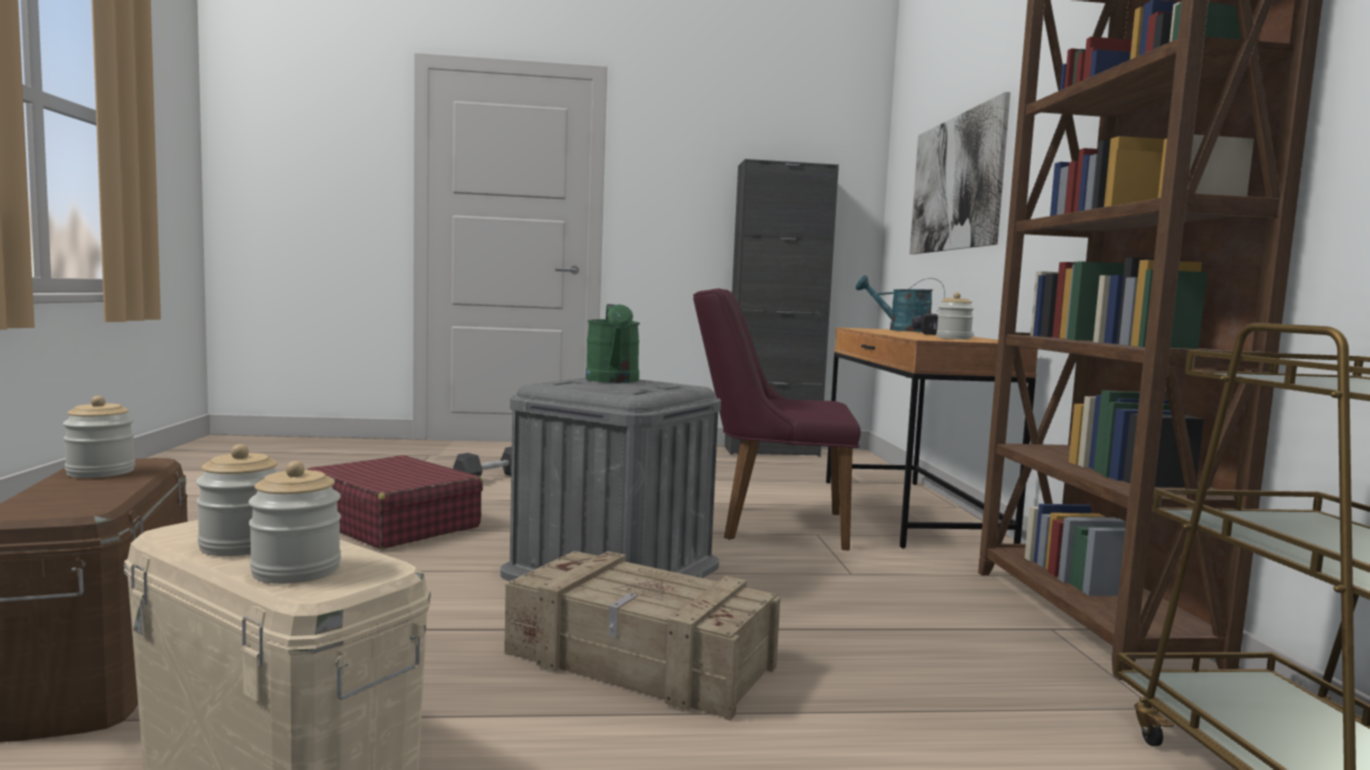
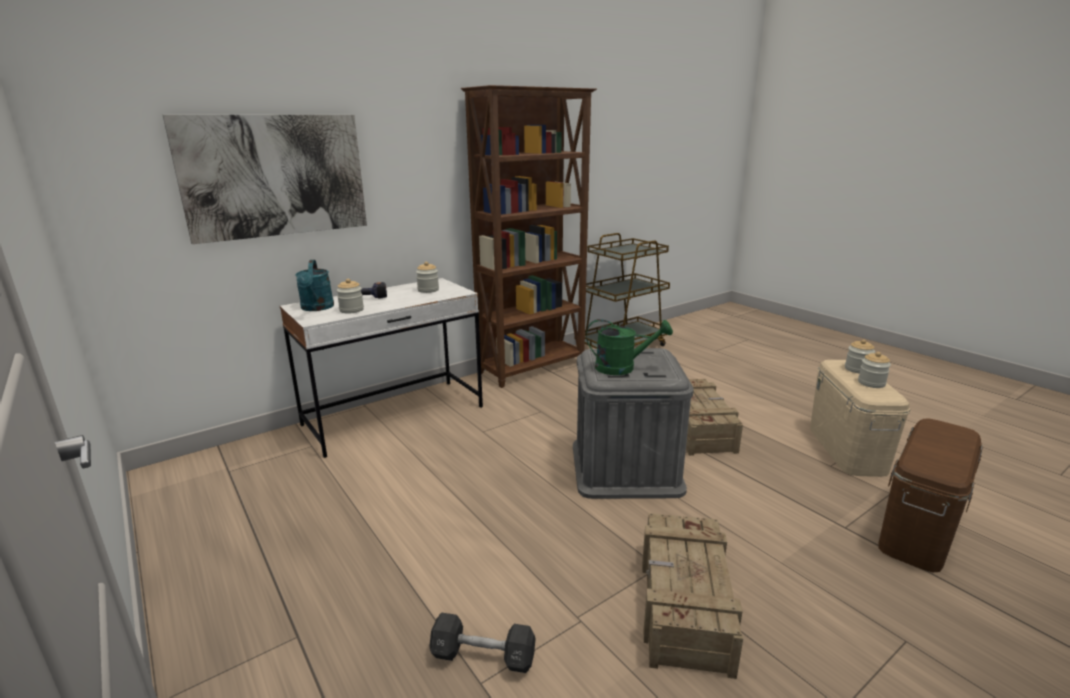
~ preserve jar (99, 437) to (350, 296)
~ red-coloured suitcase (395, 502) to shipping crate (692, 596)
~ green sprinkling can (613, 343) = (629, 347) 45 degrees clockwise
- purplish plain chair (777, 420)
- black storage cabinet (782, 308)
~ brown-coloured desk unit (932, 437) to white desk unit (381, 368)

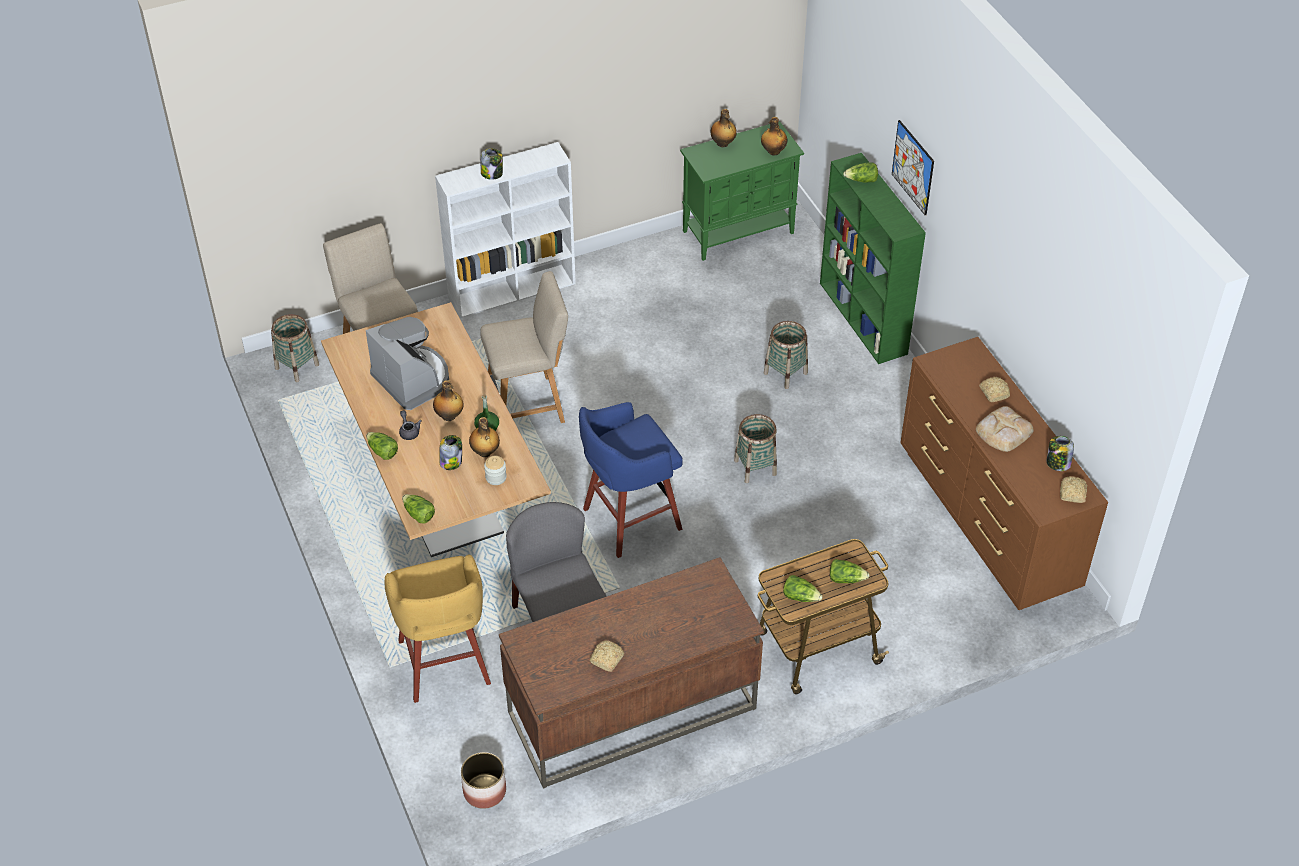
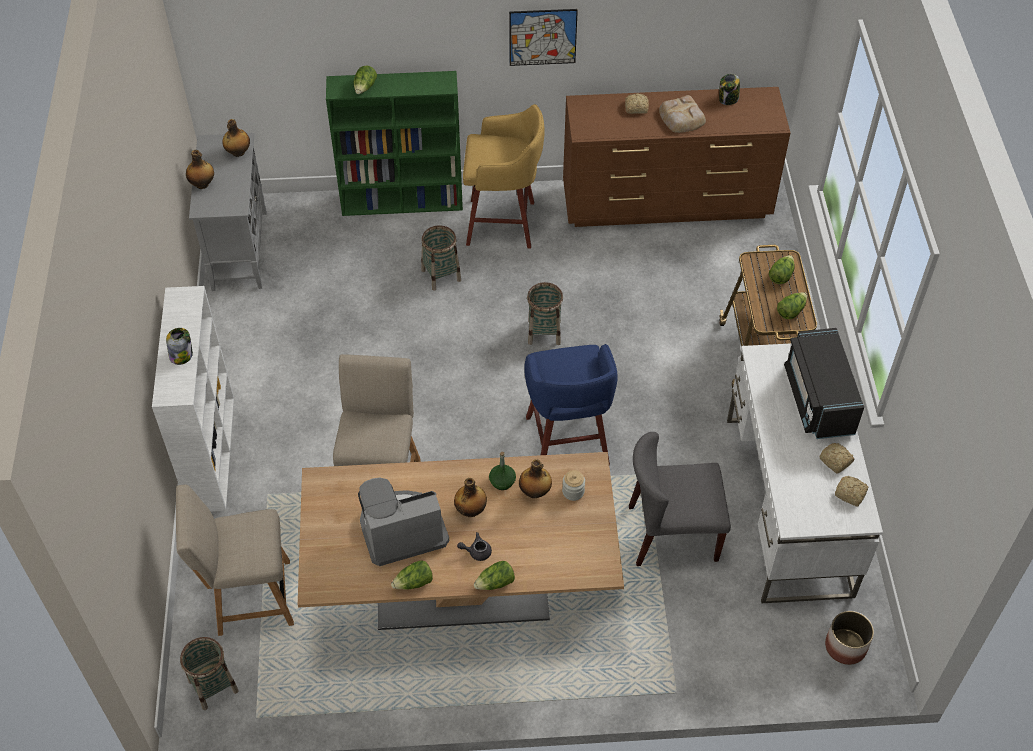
~ yellowish sitting stool (438, 628) to (504, 176)
~ lettuce (418, 508) to (412, 575)
- preserve jar (450, 452)
~ brown-coloured desk unit (631, 673) to white desk unit (805, 473)
~ green storage cabinet (742, 191) to grey storage cabinet (228, 212)
~ picture (913, 167) to (543, 37)
~ baked bread (1073, 489) to (851, 491)
+ black kitchen microwave (824, 383)

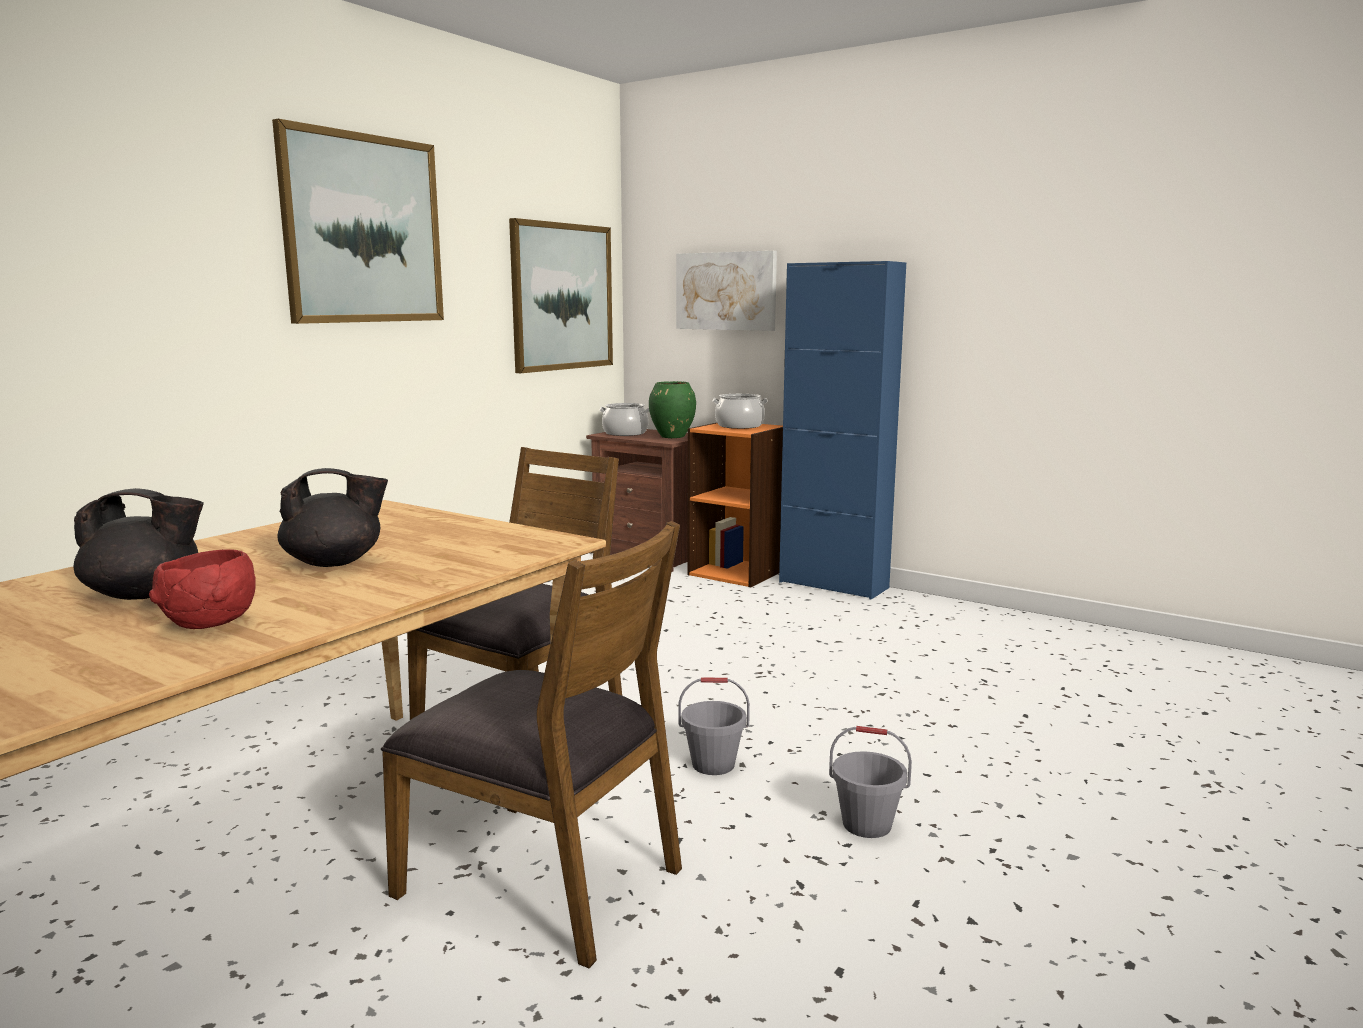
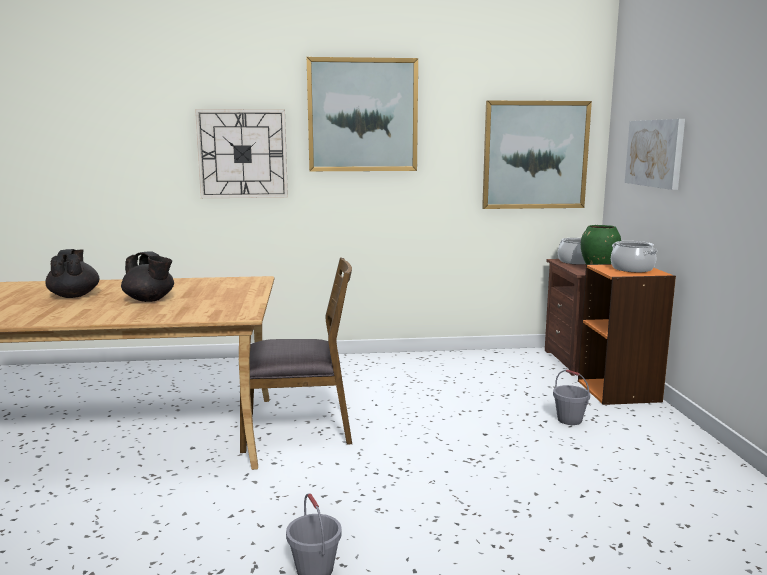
~ black pot for tea (138, 544) = (72, 273) 150 degrees counterclockwise
- red-coloured bowl (202, 589)
- brown-coloured plain chair (531, 744)
~ grey bucket (714, 726) to (571, 397)
- blue-coloured storage cabinet (842, 430)
+ hanging clock (241, 153)

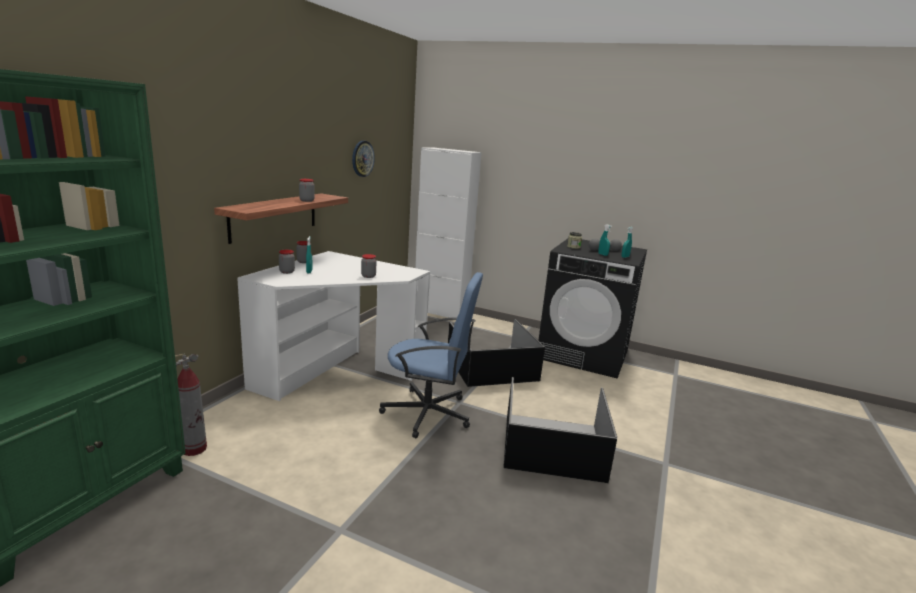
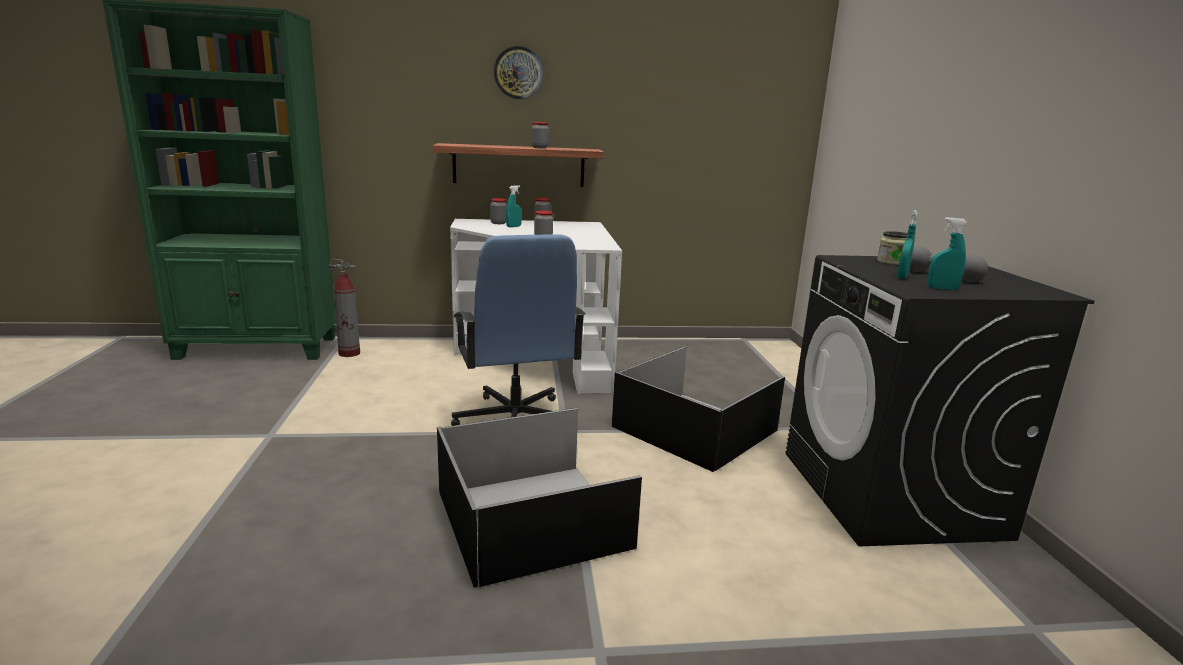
~ hanging clock (363, 159) to (519, 72)
- white storage cabinet (448, 232)

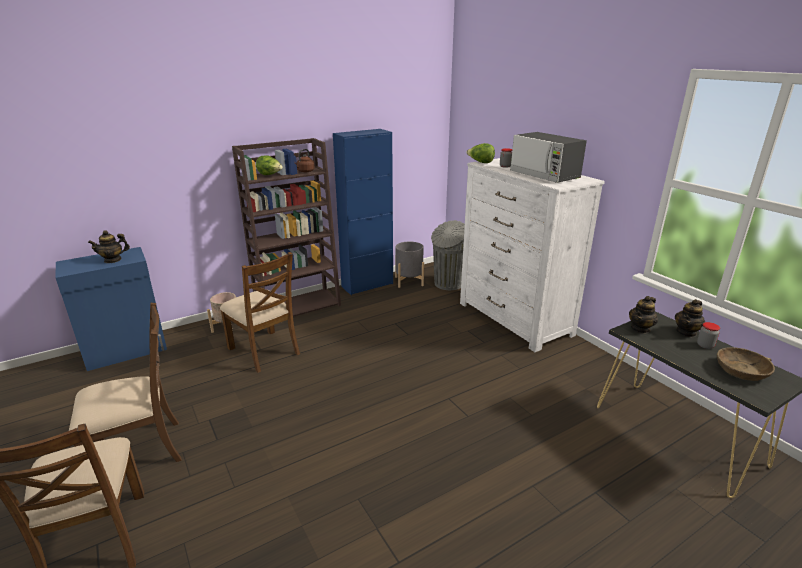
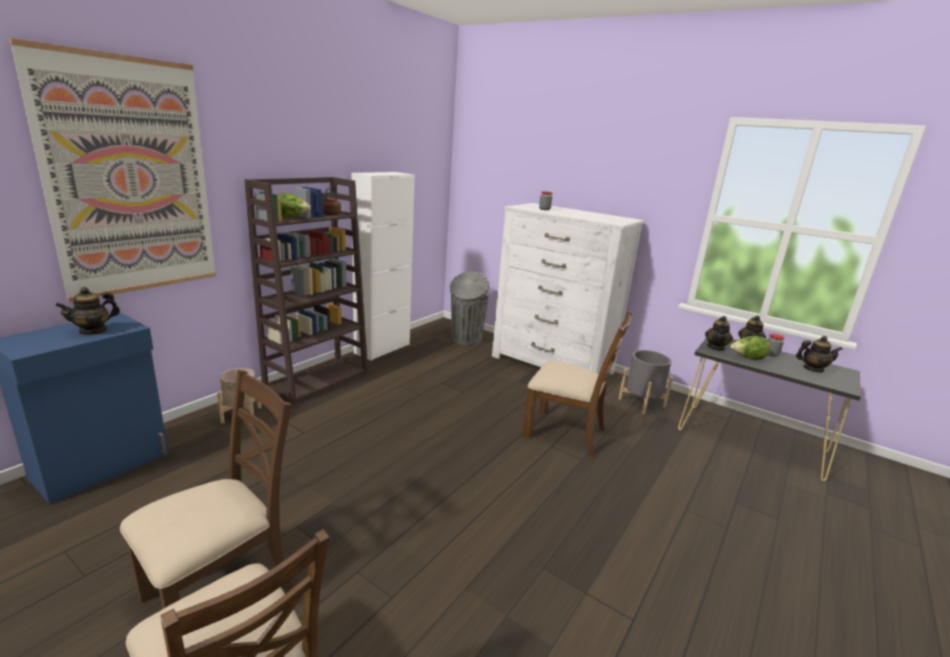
~ brown-coloured plain chair (260, 312) to (578, 384)
~ blue-coloured storage cabinet (363, 212) to white storage cabinet (383, 266)
~ grey plant pot (409, 265) to (646, 382)
~ lettuce (481, 153) to (750, 348)
- kitchen microwave (548, 157)
~ brown-coloured bowl (746, 364) to pot for tea (819, 354)
+ picture (112, 170)

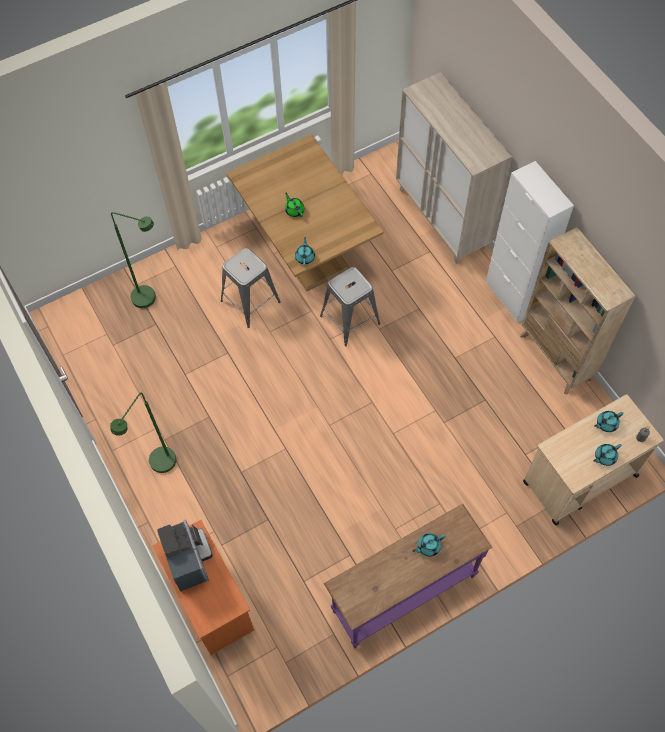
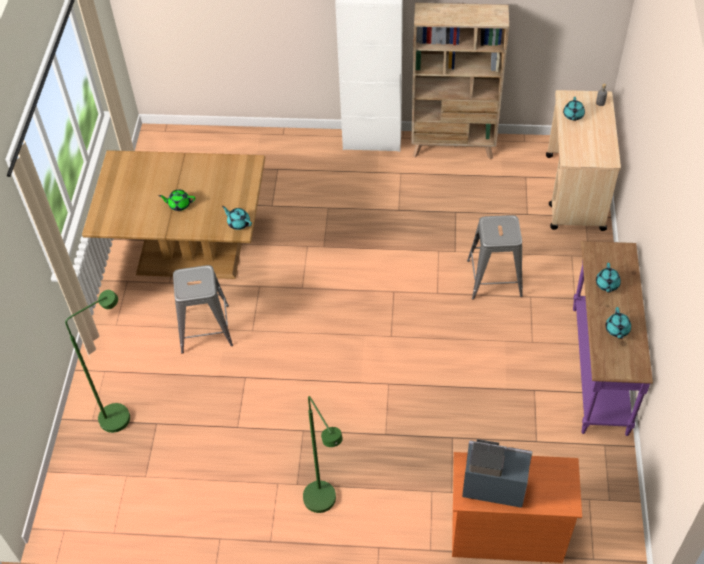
~ grey sitting stool (350, 306) to (495, 257)
- sand-coloured storage cabinet (454, 168)
~ turquoise-coloured pot for tea (607, 455) to (618, 323)

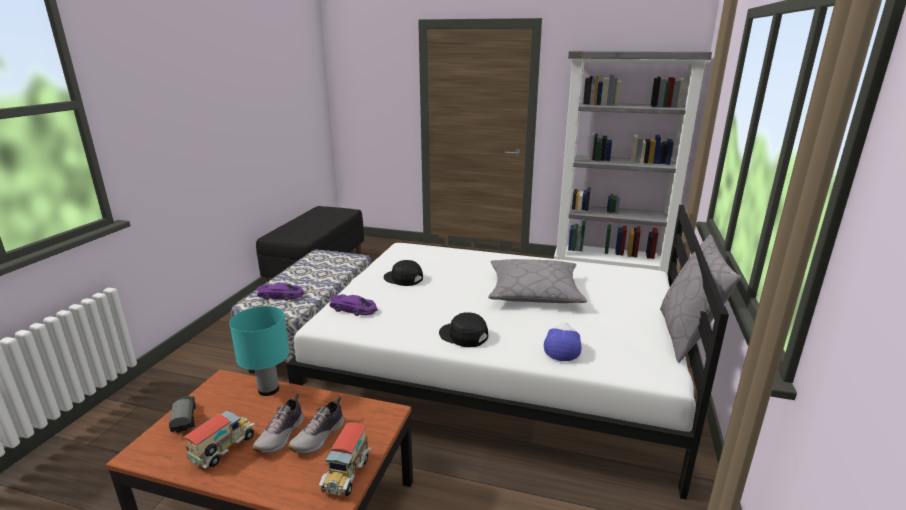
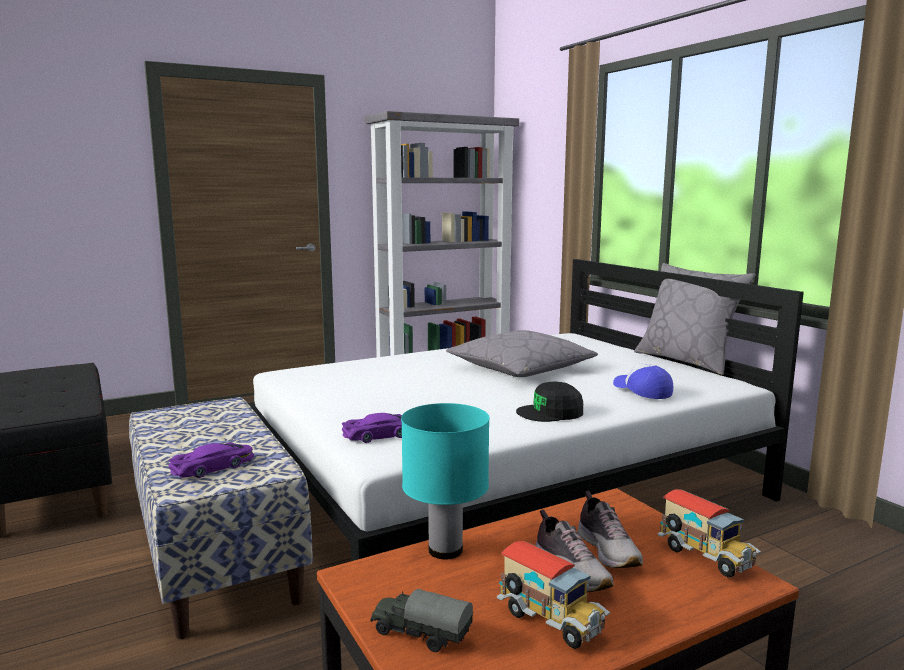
~ model truck (219, 440) = (553, 595) 150 degrees clockwise
- black peaked cap (403, 273)

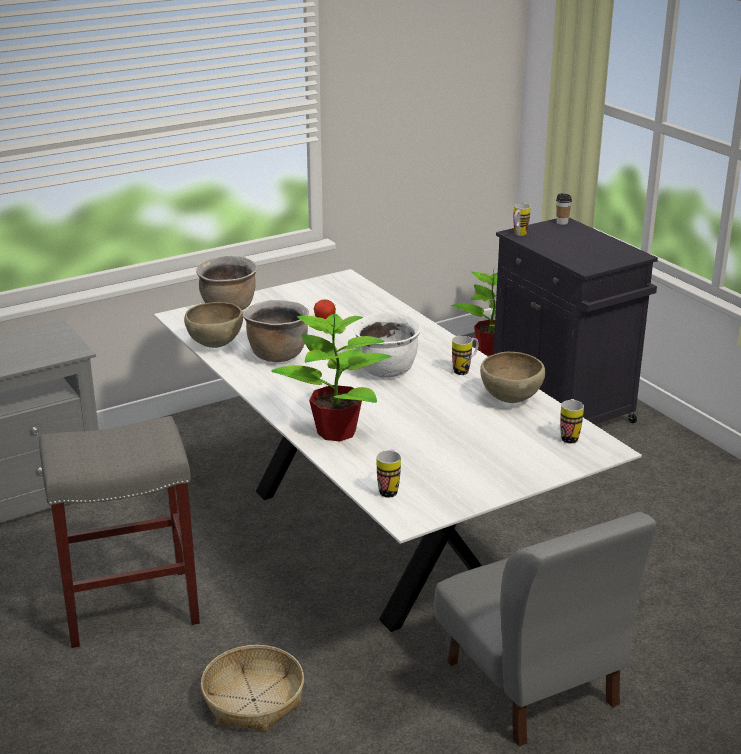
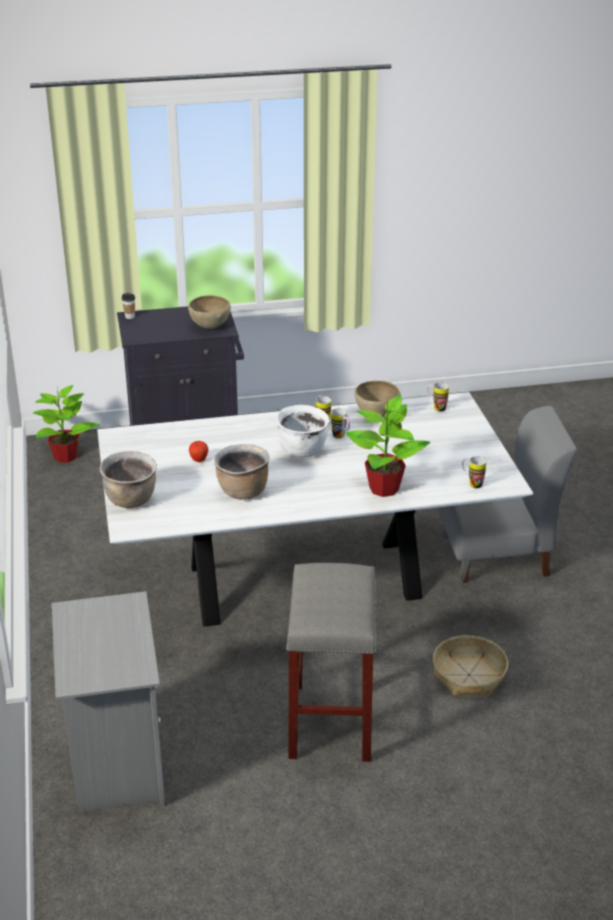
~ brown-coloured bowl (213, 325) to (209, 312)
~ mug (522, 219) to (340, 423)

